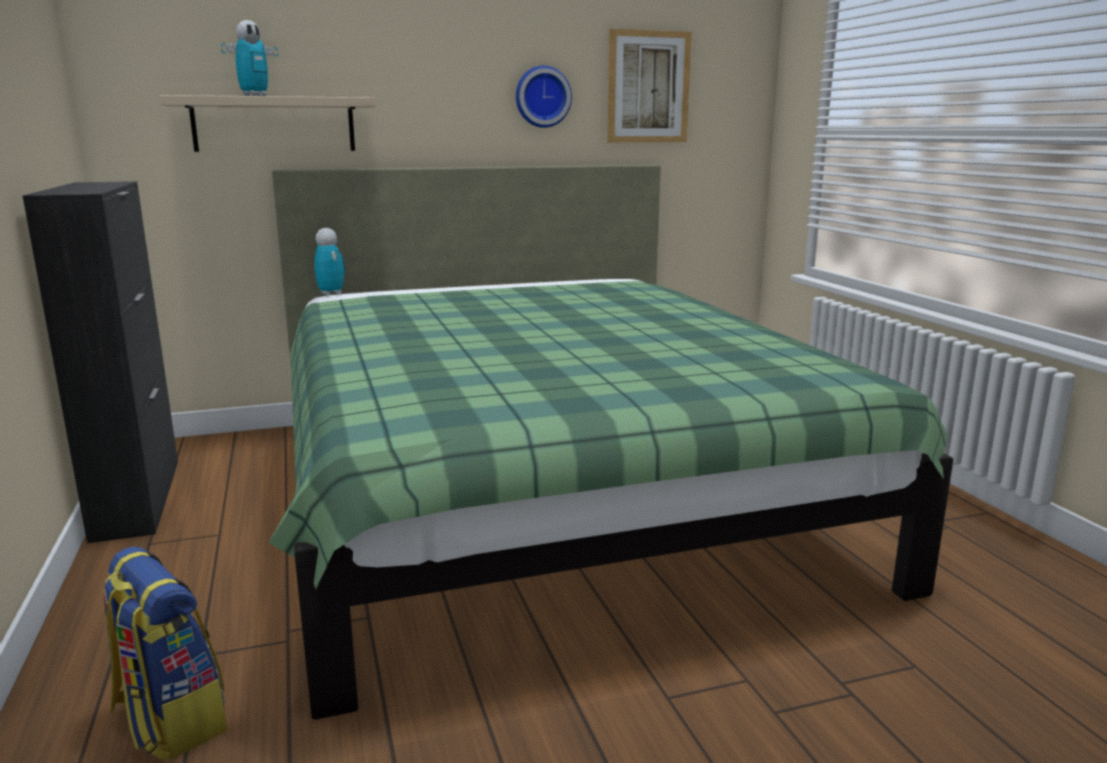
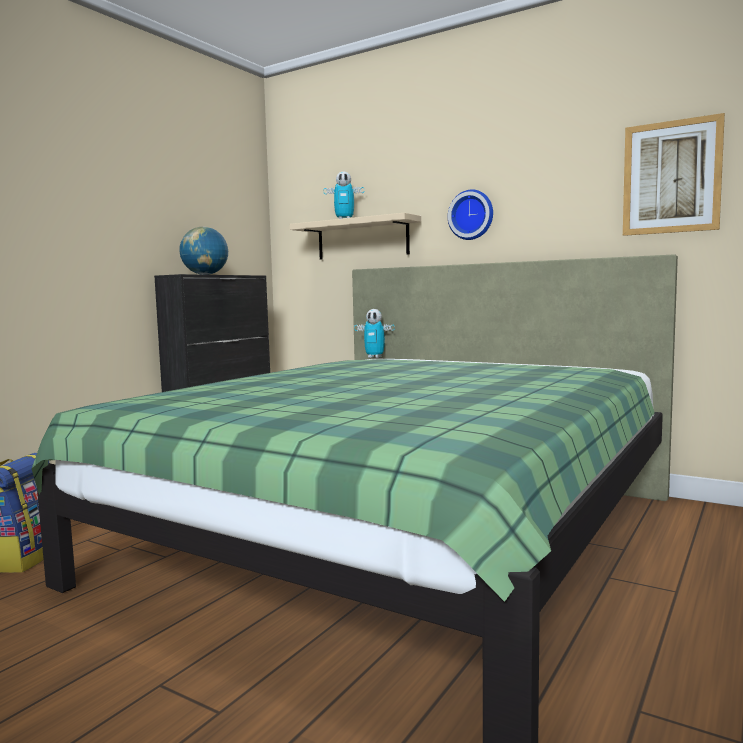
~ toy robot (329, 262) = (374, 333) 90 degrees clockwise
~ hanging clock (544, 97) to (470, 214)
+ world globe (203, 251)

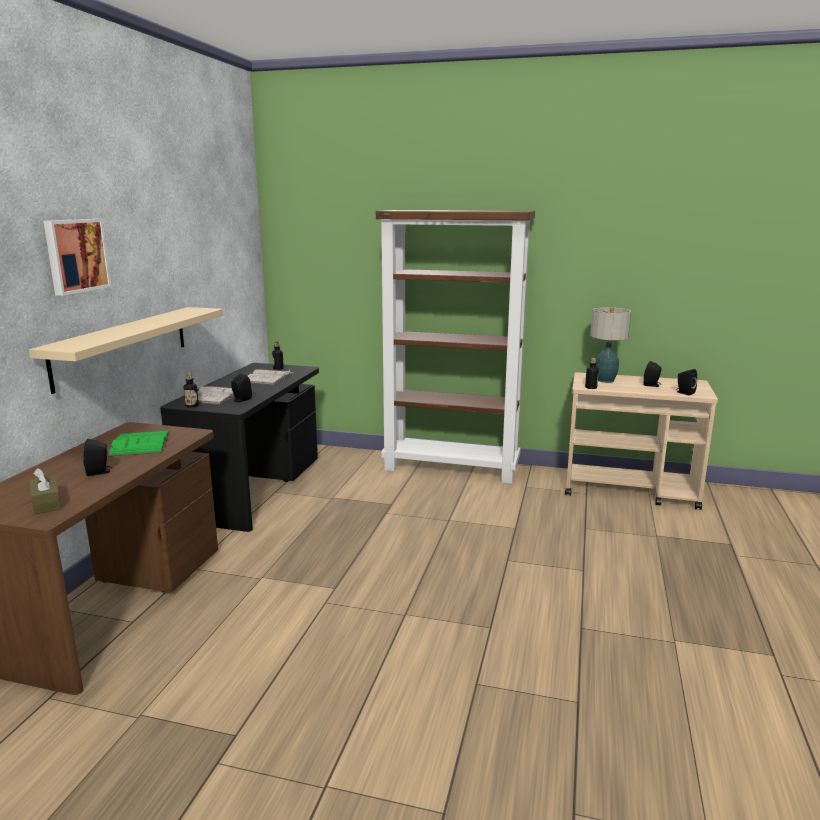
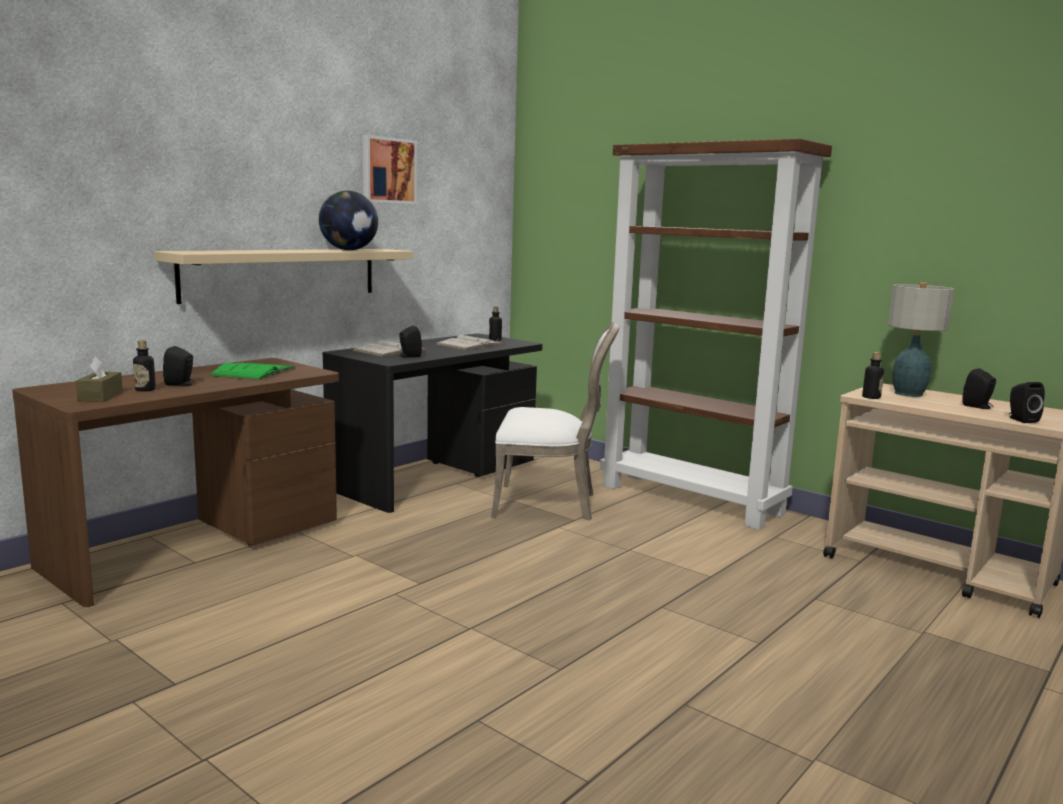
~ picture (77, 257) to (390, 169)
~ bottle (191, 390) to (144, 366)
+ world globe (348, 220)
+ white plain chair (555, 421)

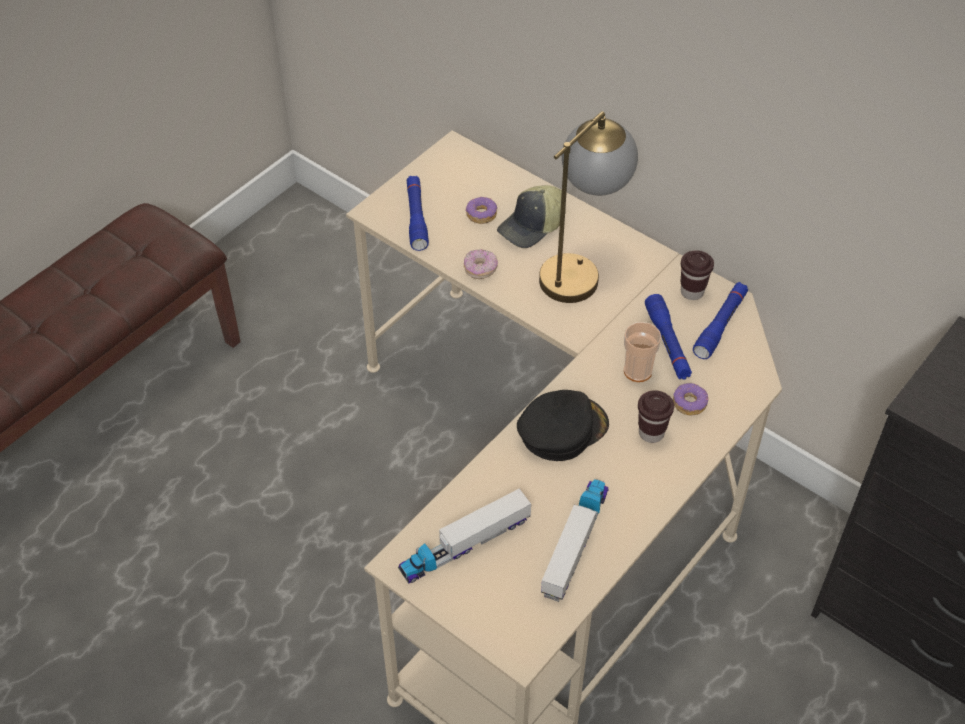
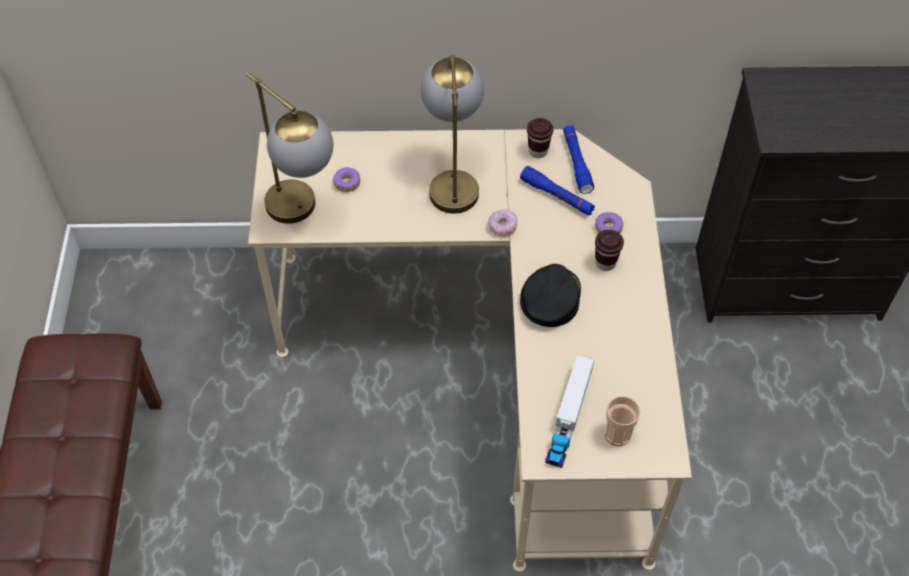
~ blue-coloured hand torch (418, 213) to tabletop lamp (289, 148)
~ ring doughnut (481, 264) to (503, 223)
- peaked cap (531, 216)
- model truck (575, 540)
~ small cup (642, 352) to (622, 421)

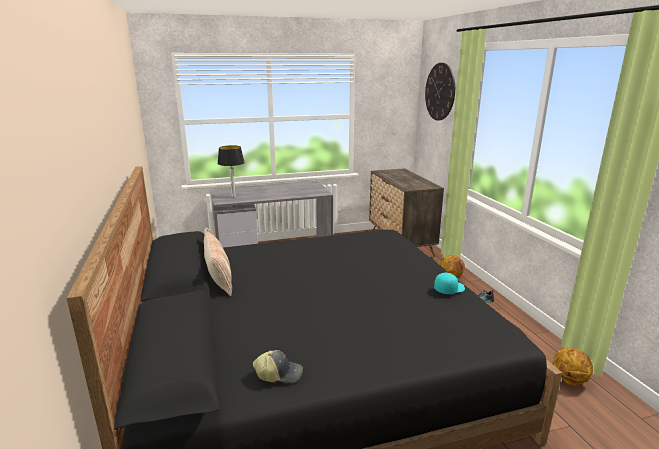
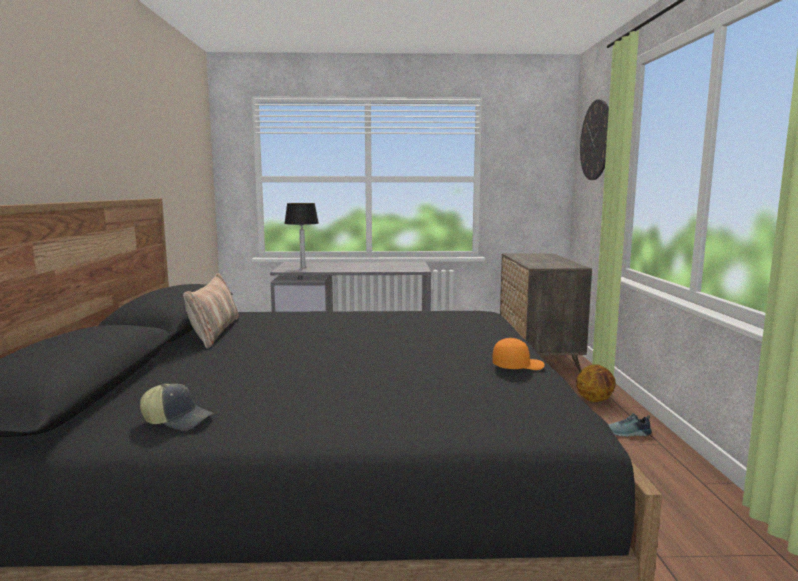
~ turquoise-coloured peaked cap (449, 283) to orange-coloured peaked cap (519, 354)
- basketball ball (572, 366)

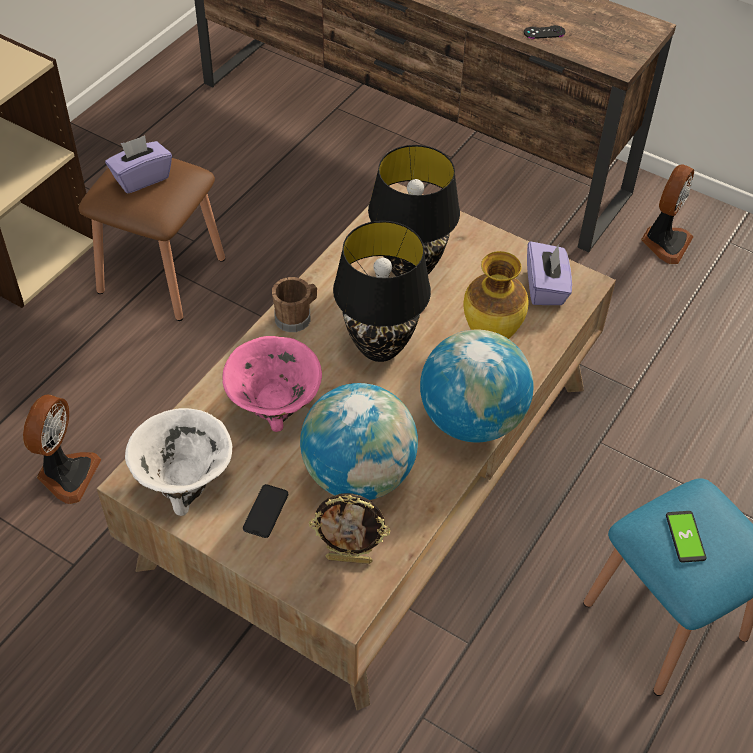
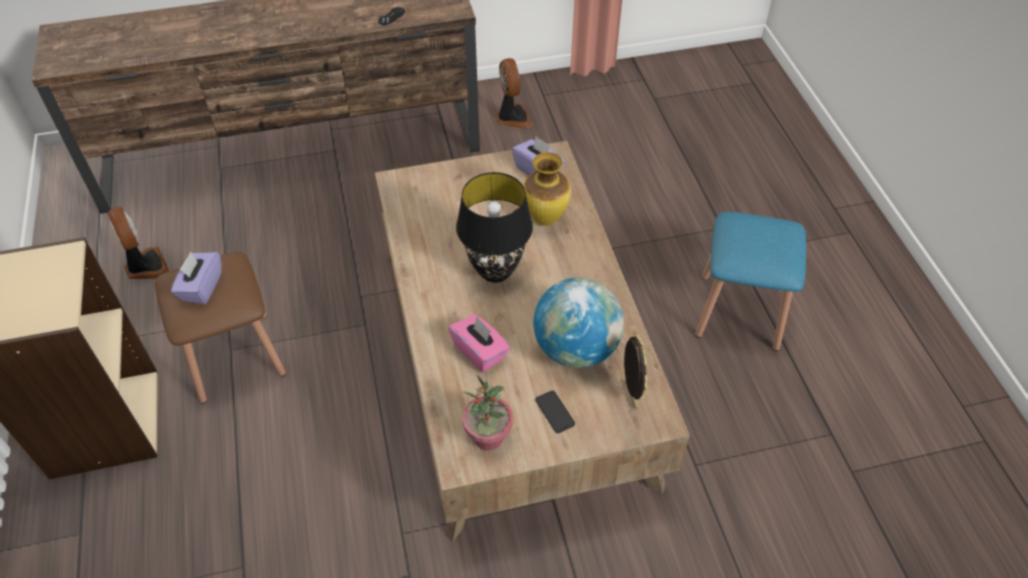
~ electric fan (62, 449) to (138, 242)
~ white bowl (178, 462) to plant in a pot (487, 412)
~ pinkish bowl (272, 384) to pinkish box of tissues (479, 343)
- brown-coloured mug (294, 304)
~ photo frame (349, 528) = (635, 372) 60 degrees counterclockwise
- black tabletop lamp (414, 210)
- world globe (477, 386)
- phone (686, 537)

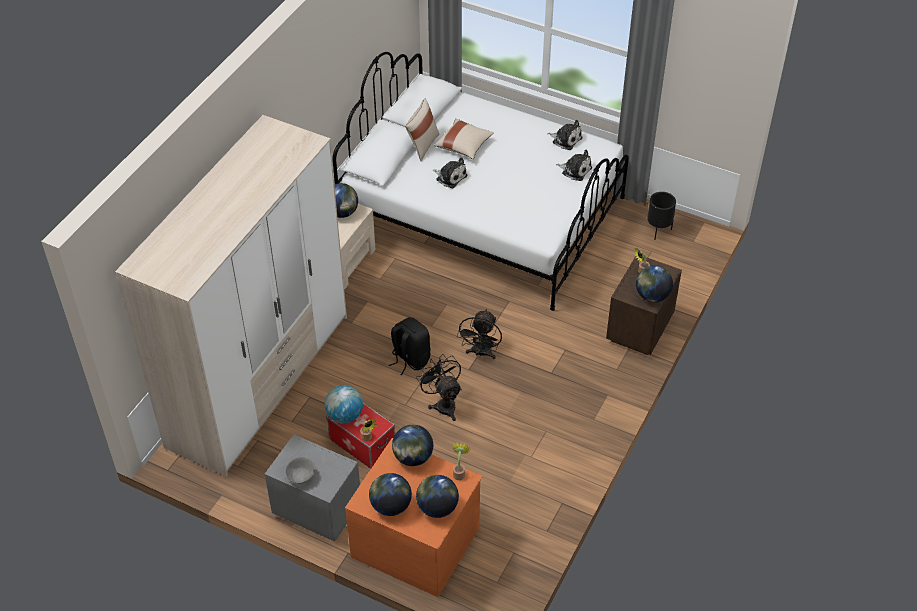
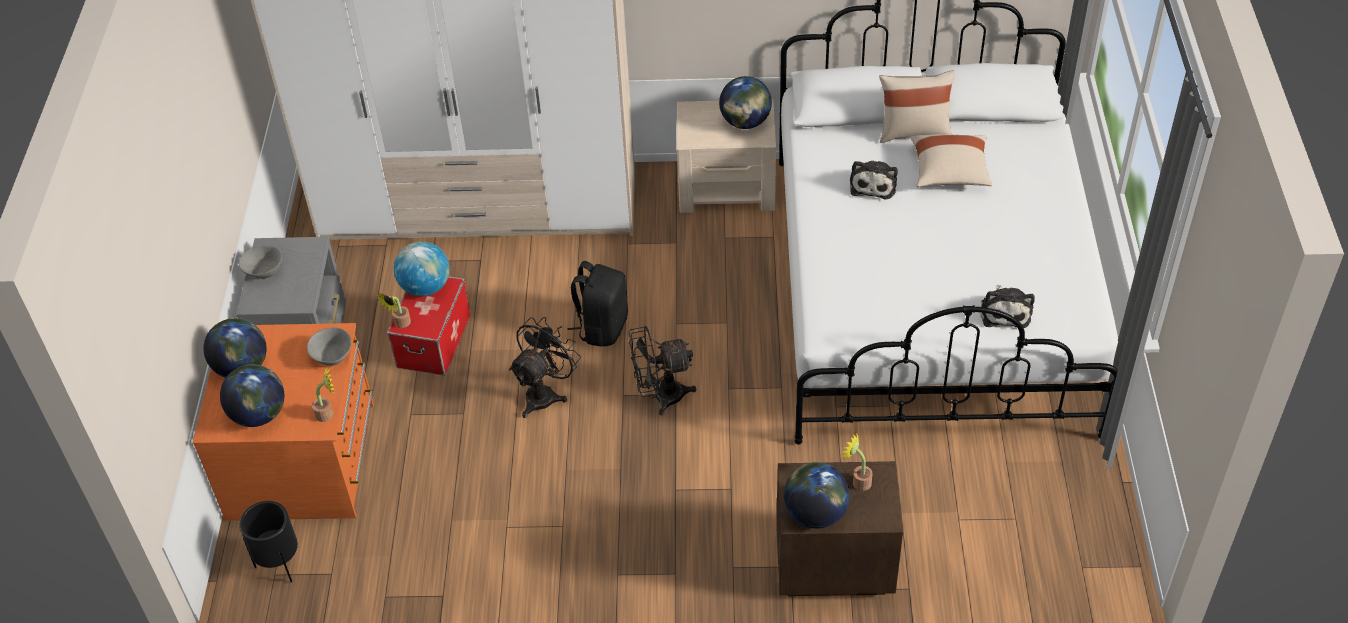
~ world globe (412, 445) to grey bowl (329, 346)
- cuddly toy (564, 135)
~ black plant pot (661, 216) to (268, 541)

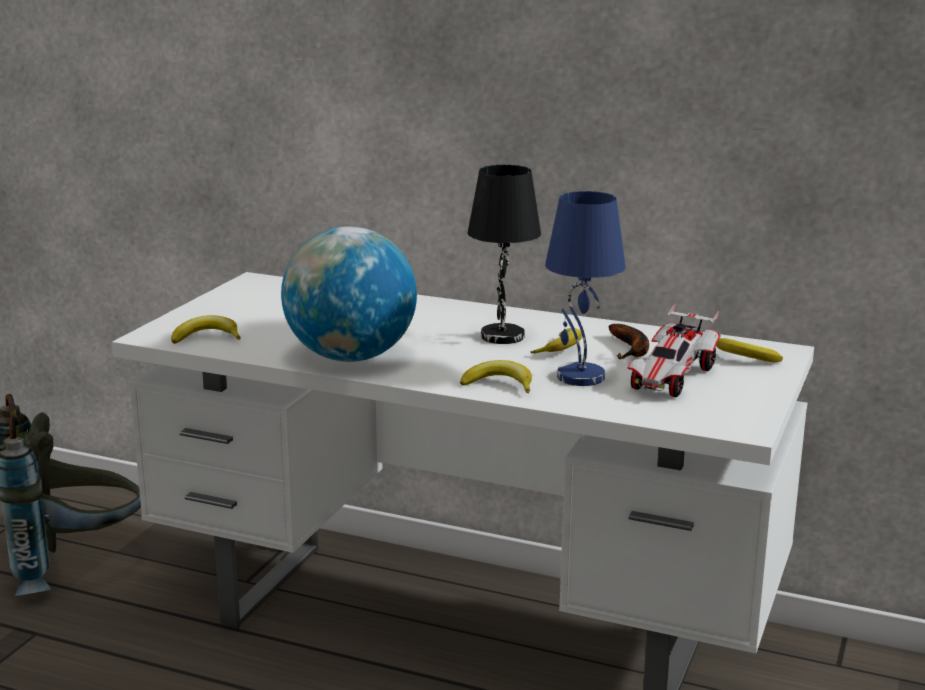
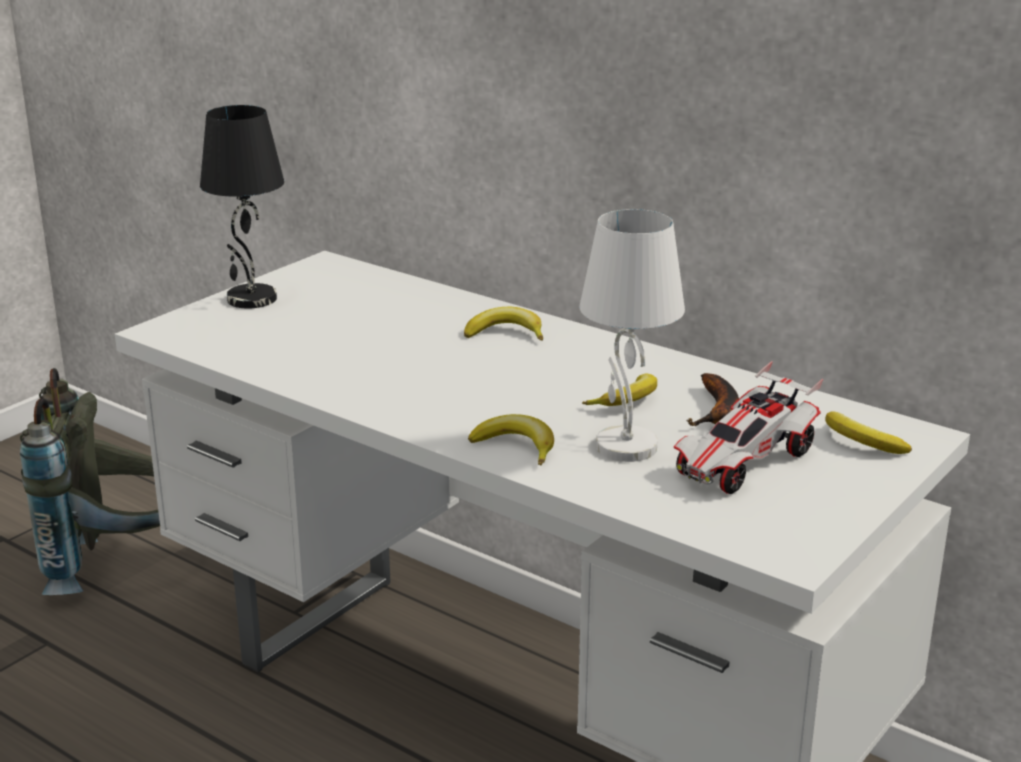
~ banana (205, 329) to (503, 323)
- world globe (349, 294)
~ black tabletop lamp (504, 254) to (242, 207)
~ blue-coloured tabletop lamp (585, 288) to white tabletop lamp (632, 335)

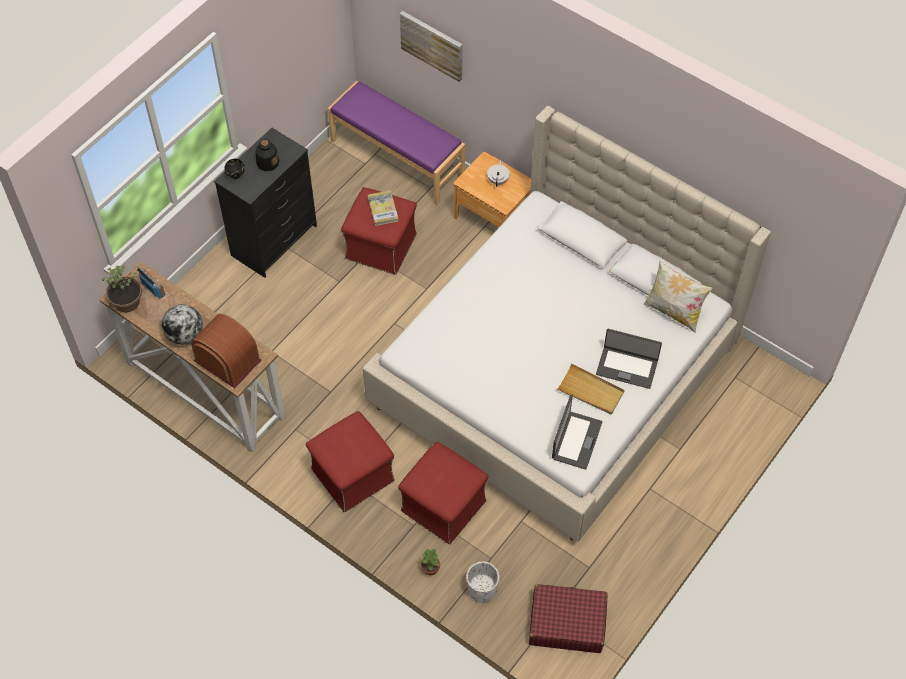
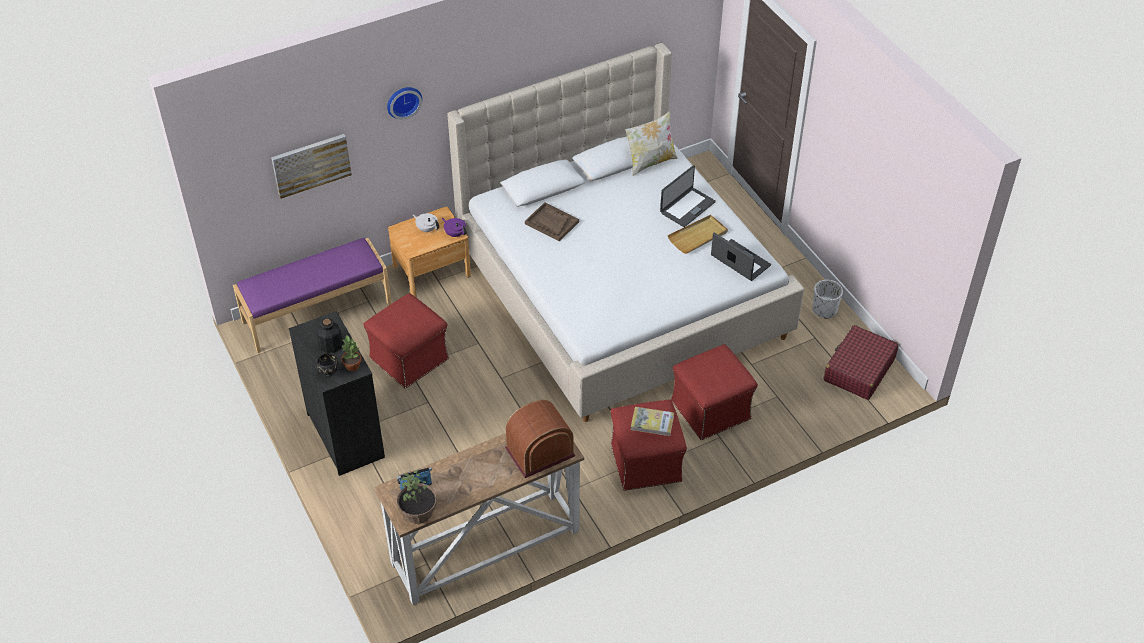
- world globe (182, 324)
~ volume (383, 208) to (652, 421)
~ plant in a pot (430, 561) to (351, 353)
~ white plant pot (482, 582) to (827, 299)
+ hanging clock (404, 103)
+ purplish pot for tea (454, 227)
+ brown-coloured serving tray (552, 221)

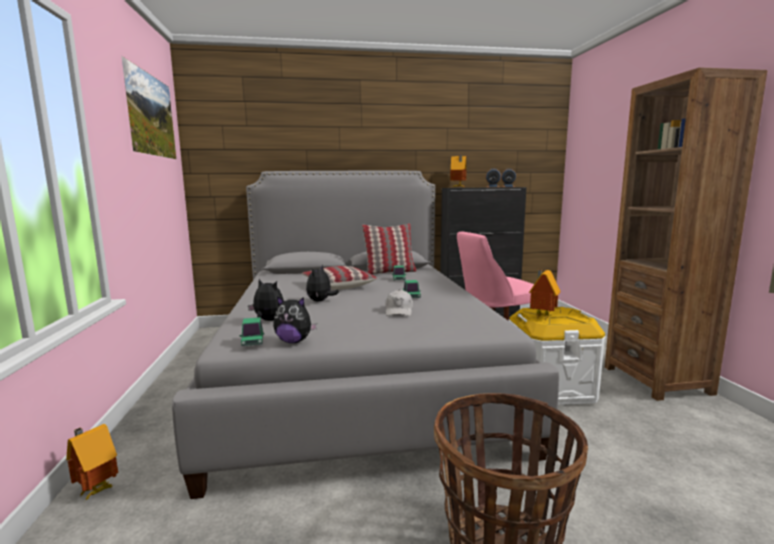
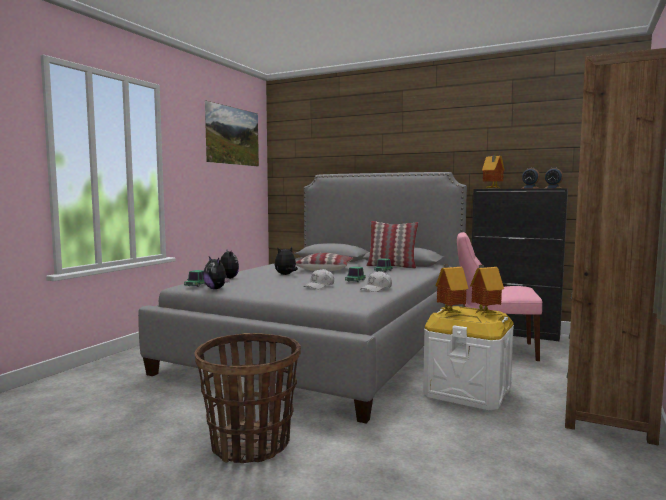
~ miniature house (92, 462) to (487, 290)
+ white peaked cap (376, 281)

